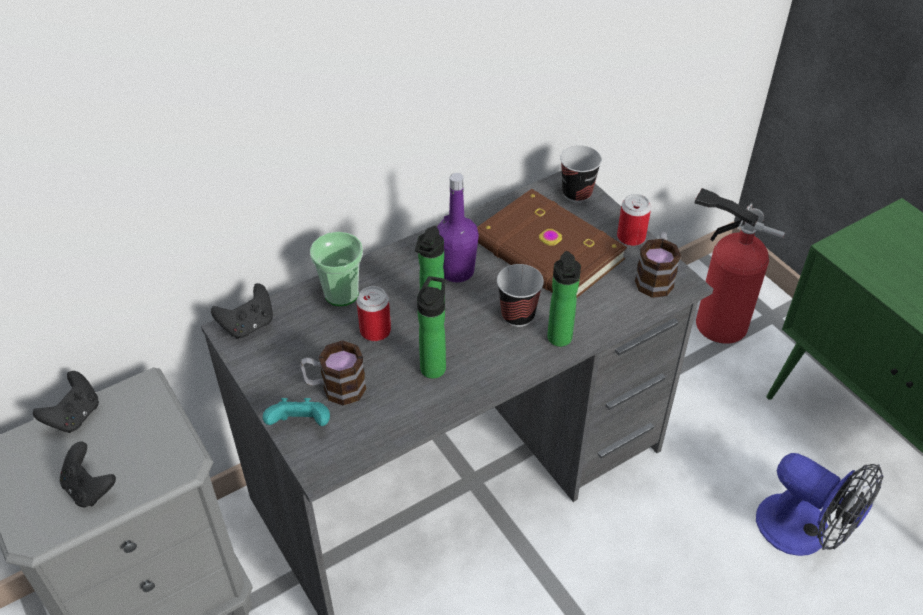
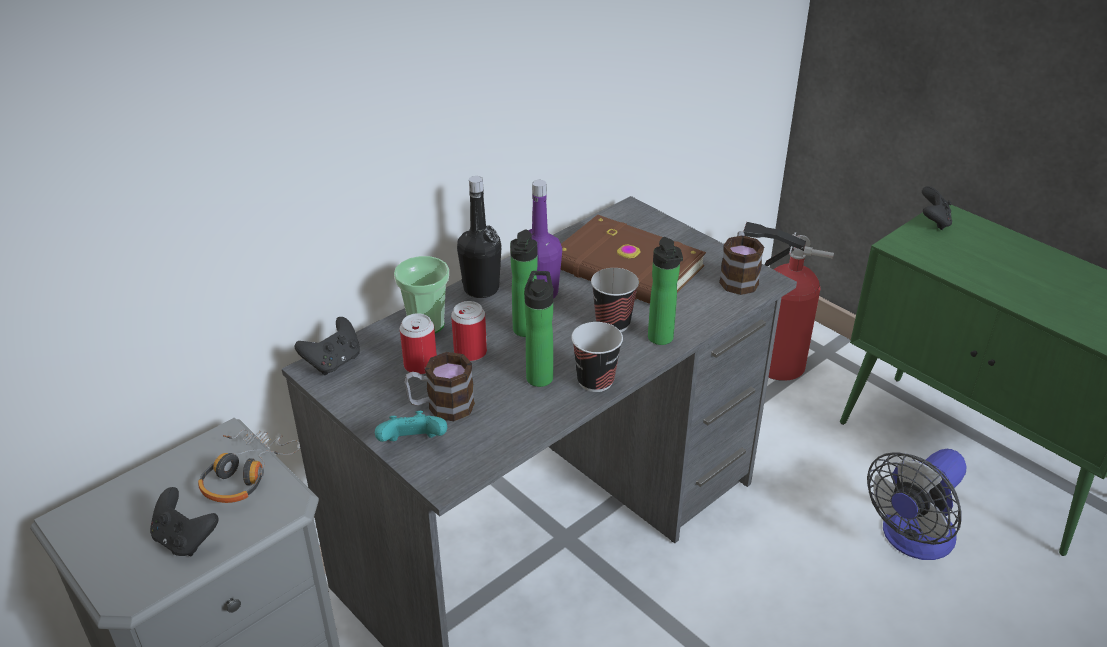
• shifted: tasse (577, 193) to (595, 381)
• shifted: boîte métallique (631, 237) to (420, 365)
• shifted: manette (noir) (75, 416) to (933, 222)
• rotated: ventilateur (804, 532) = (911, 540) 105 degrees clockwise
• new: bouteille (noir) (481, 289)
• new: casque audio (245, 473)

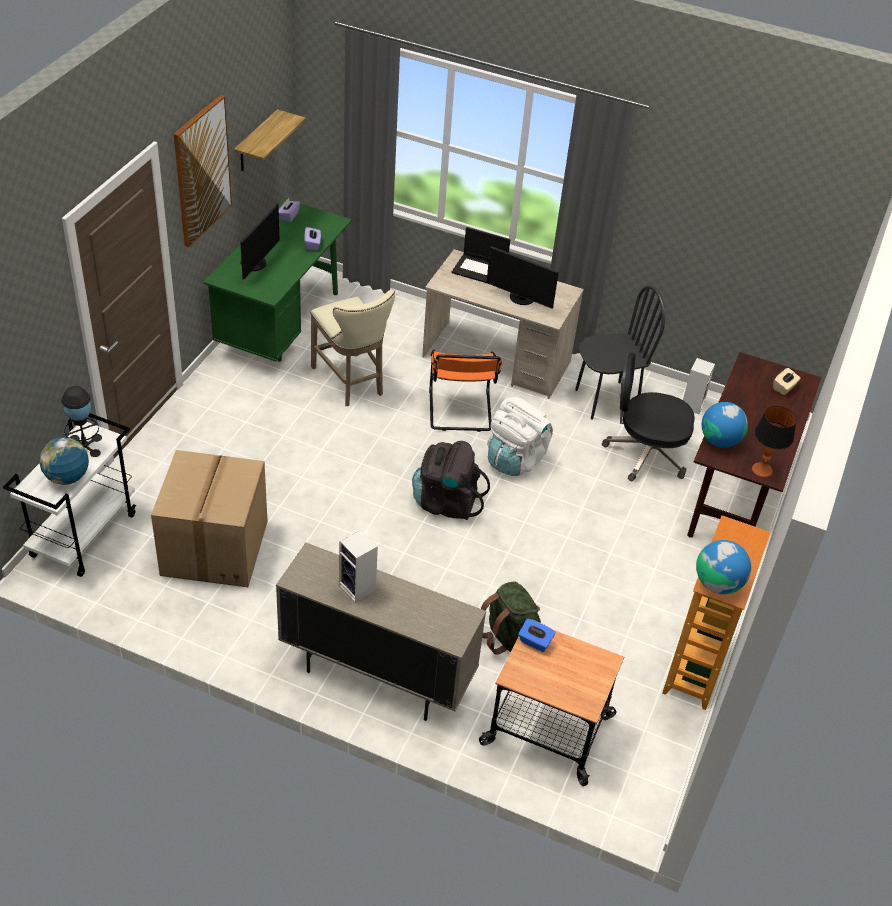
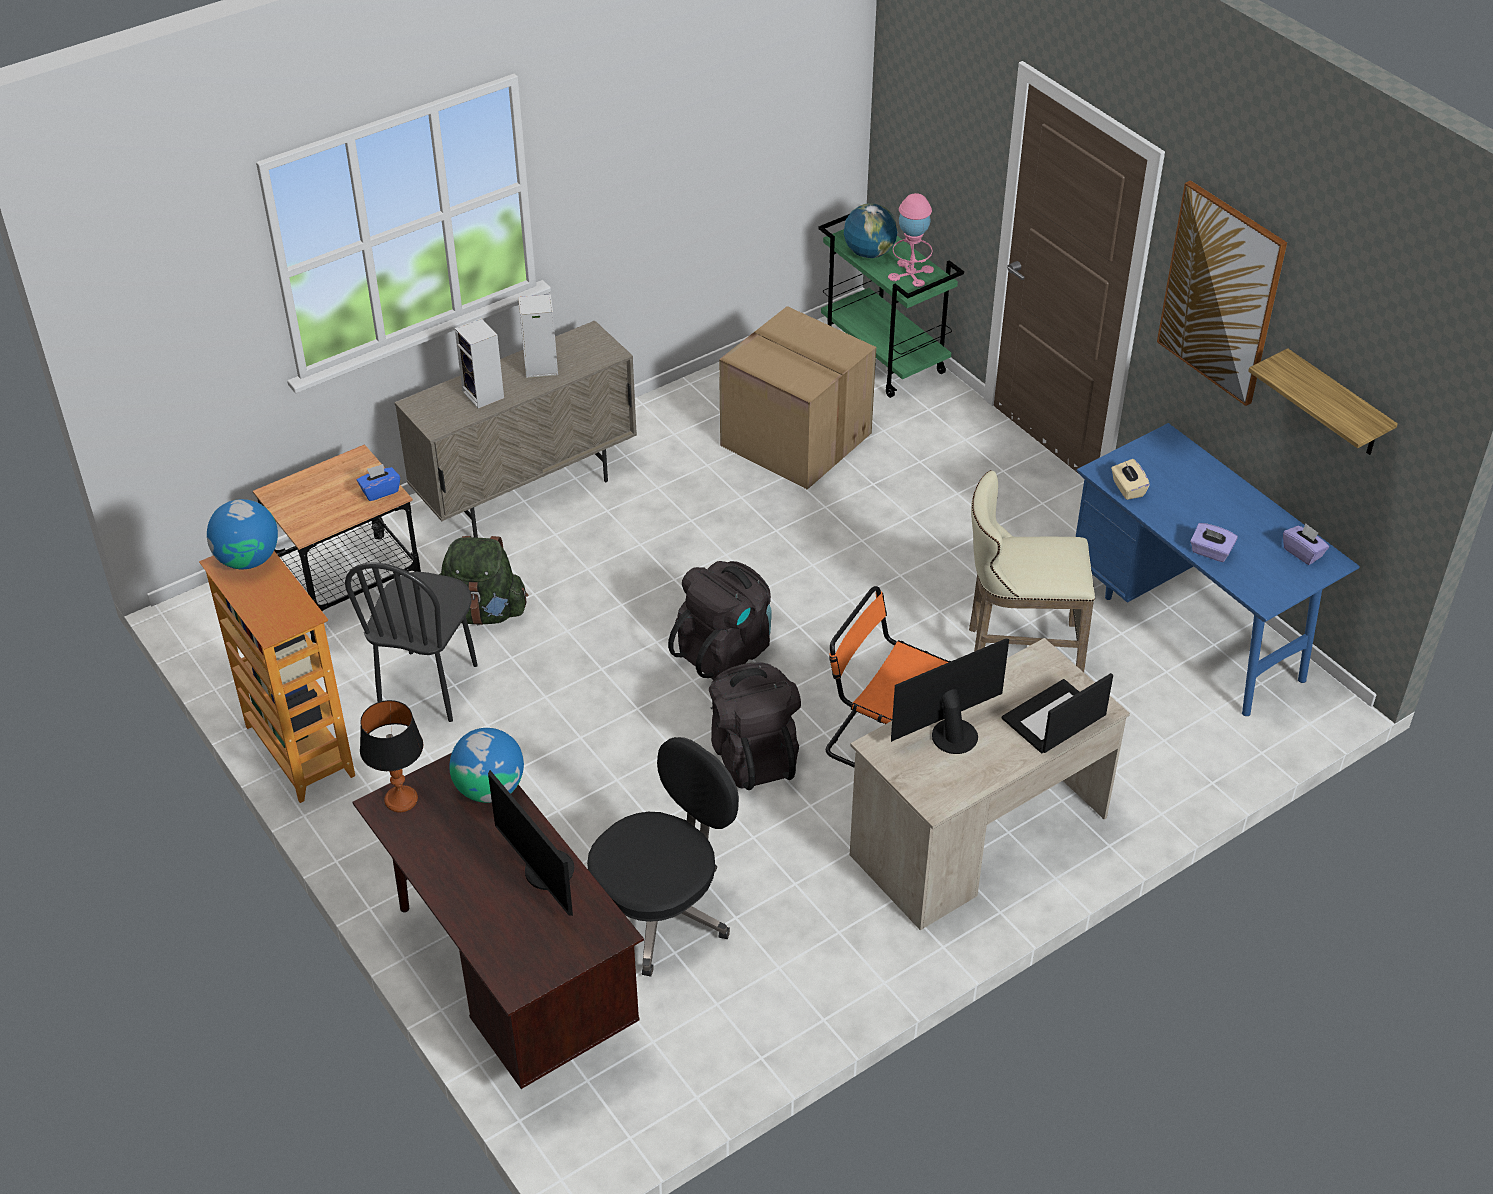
• repainted: bureau (vert) (282, 325) to bureau (bleu) (1191, 627)
• shifted: écran d'ordinateur (256, 264) to (544, 873)
• shifted: chaise (noir) (606, 400) to (429, 686)
• shifted: enceinte (692, 404) to (484, 395)
• shifted: boîte à mouchoirs (beige) (784, 388) to (1127, 489)
• repainted: lampe de table (noir) (84, 446) to lampe de table (rose) (910, 273)
• repainted: sac à dos (blanc) (515, 459) to sac à dos (noir) (753, 754)
• repainted: chariot (blanc) (84, 534) to chariot (vert) (885, 358)

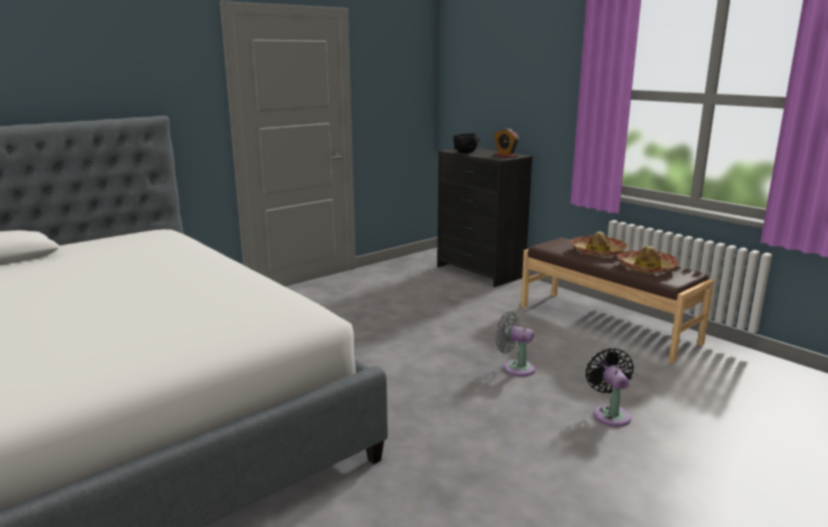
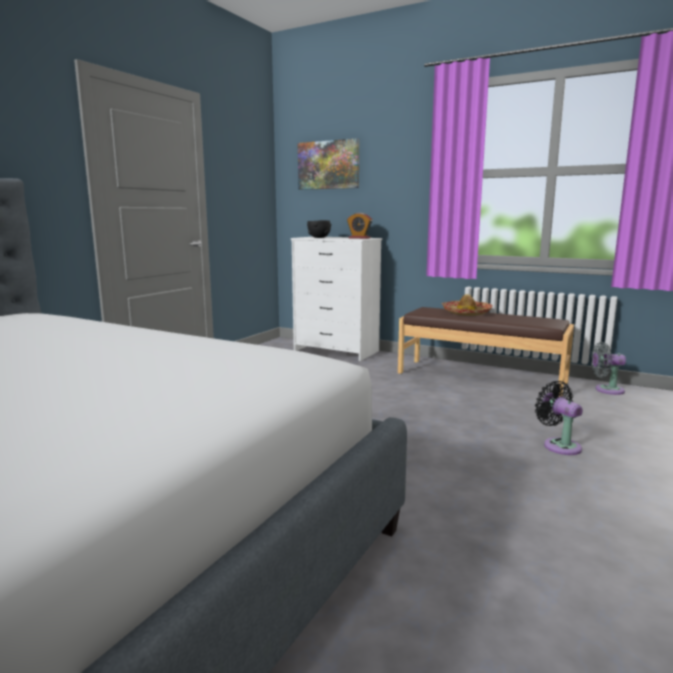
• repainted: commode (noir) (479, 272) to commode (blanc) (336, 351)
• gone: chapeau (646, 268)
• shifted: ventilateur (gris) (515, 368) to (606, 390)
• new: tableau (328, 165)

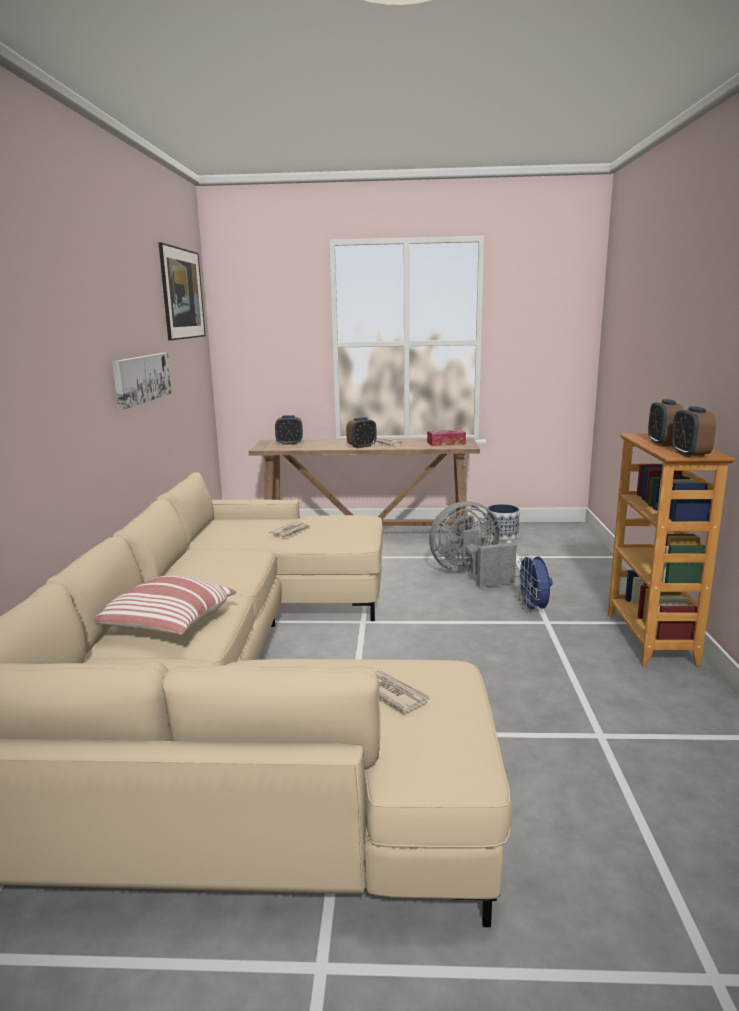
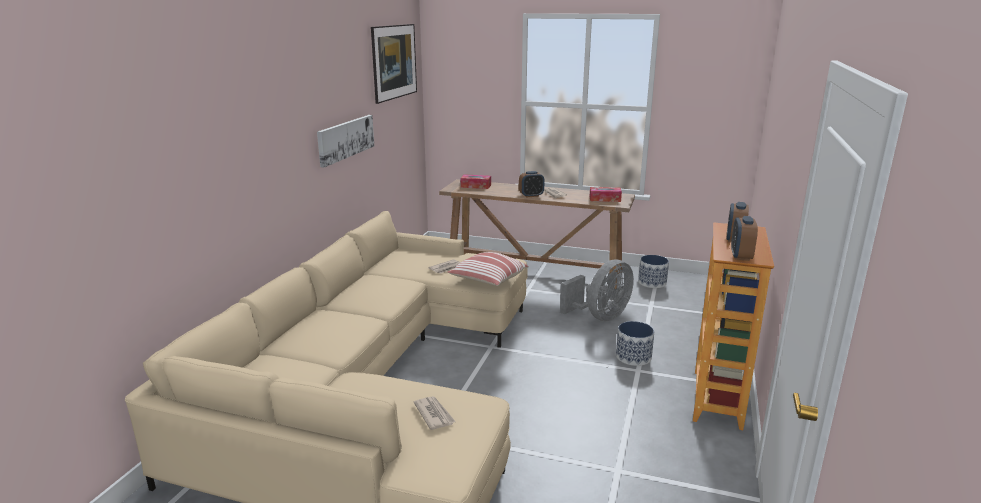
• swapped: réveil (289, 443) to boîte à mouchoirs (476, 186)
• rotated: ventilateur (gris) (470, 574) = (600, 317) 135 degrees clockwise
• swapped: ventilateur (bleu) (533, 609) to cache-pot (633, 357)
• shifted: coussin (167, 624) to (488, 280)

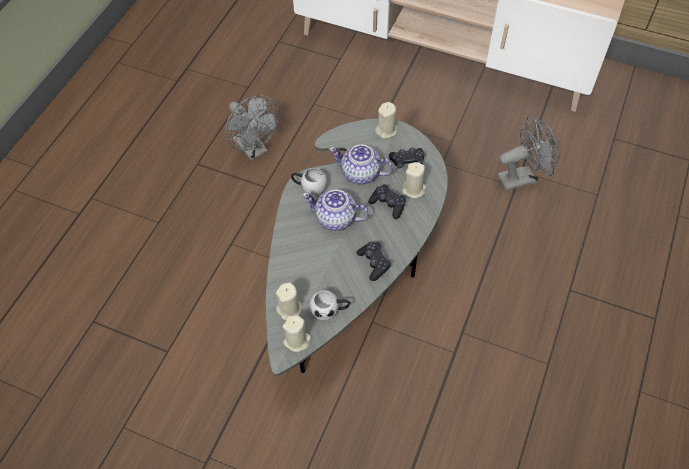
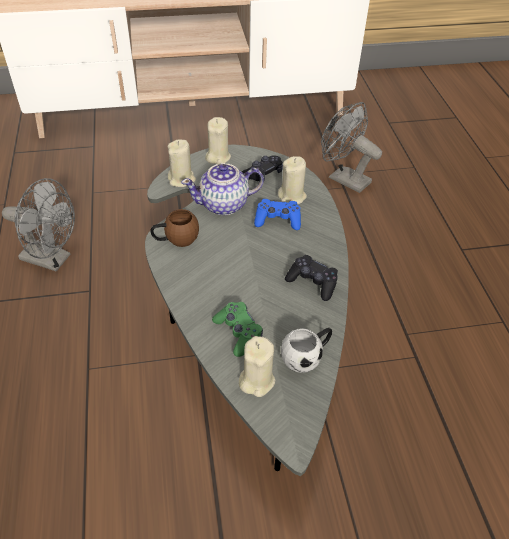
• rotated: ventilateur (gris) (522, 178) = (343, 178) 90 degrees counterclockwise
• repainted: mug (blanc) (309, 187) to mug (marron) (176, 240)
• repainted: manette (noir) (388, 204) to manette (bleu) (277, 220)
• gone: théière (336, 219)
• shifted: bougie (beige) (297, 340) to (182, 179)
• new: manette (vert) (238, 332)

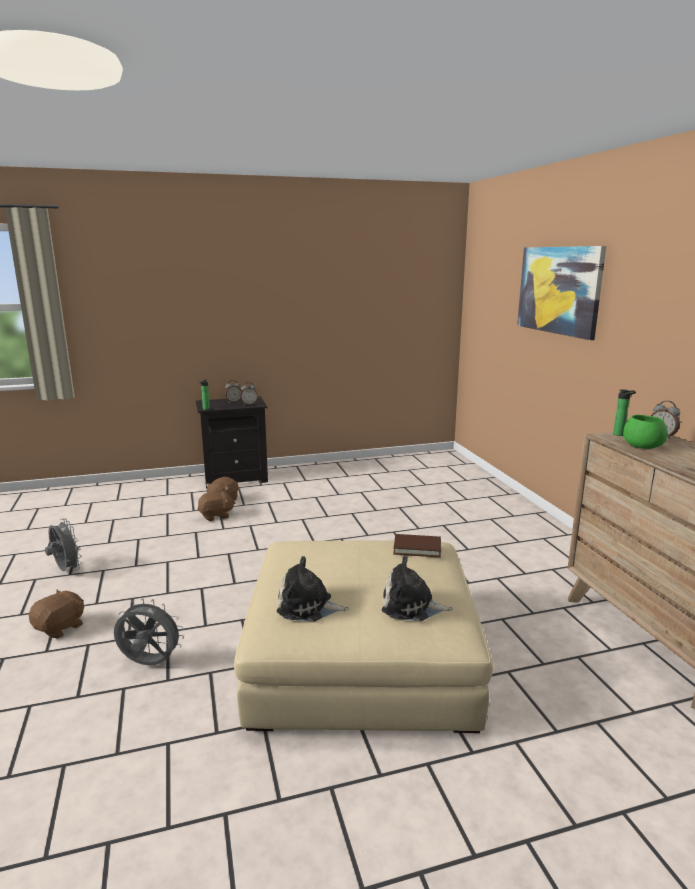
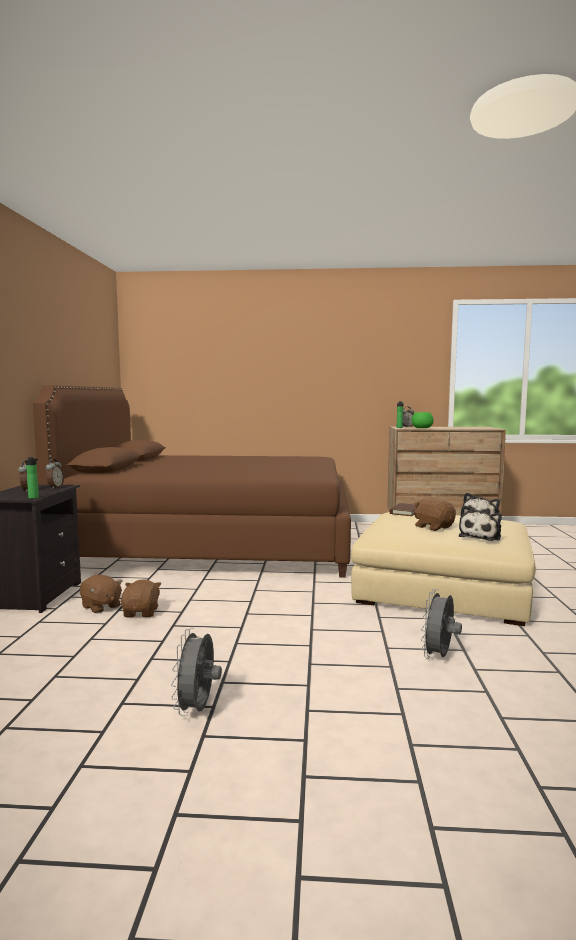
• gone: tableau (558, 290)
• rotated: ventilateur (gris) (66, 570) = (197, 710) 60 degrees counterclockwise
• shifted: peluche (marron) (60, 628) to (433, 527)
• new: lit (marron) (215, 545)

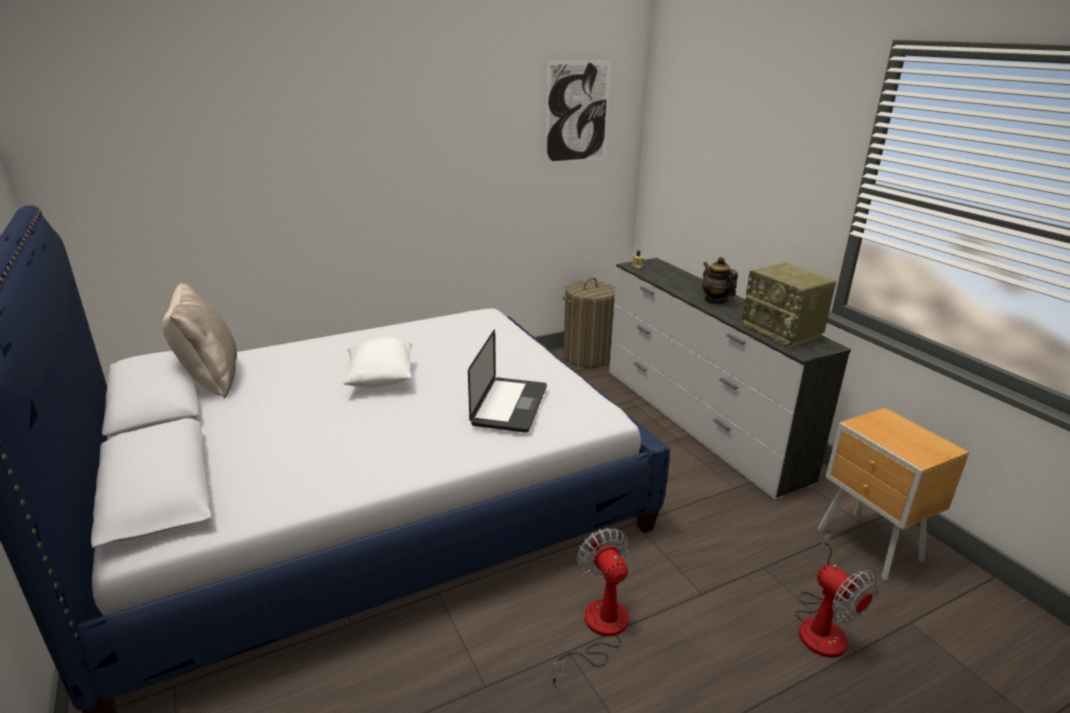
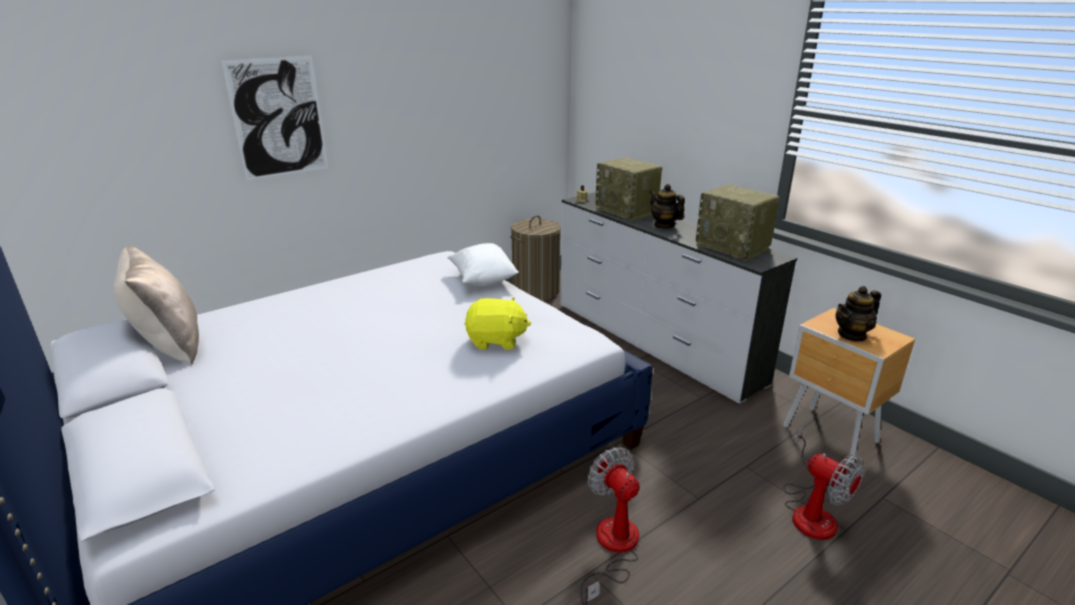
• shifted: tableau (577, 112) to (278, 118)
• swapped: ordinateur portable (509, 406) to peluche (jaune) (496, 340)
• shifted: coussin (blanc) (380, 379) to (483, 279)
• new: radio (627, 211)
• new: théière (852, 335)

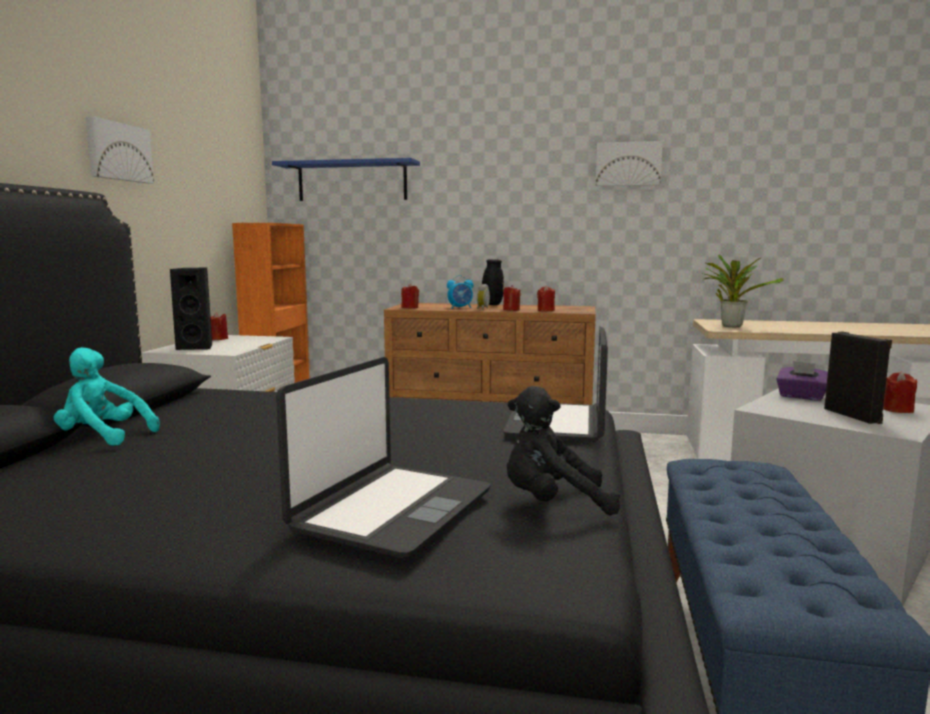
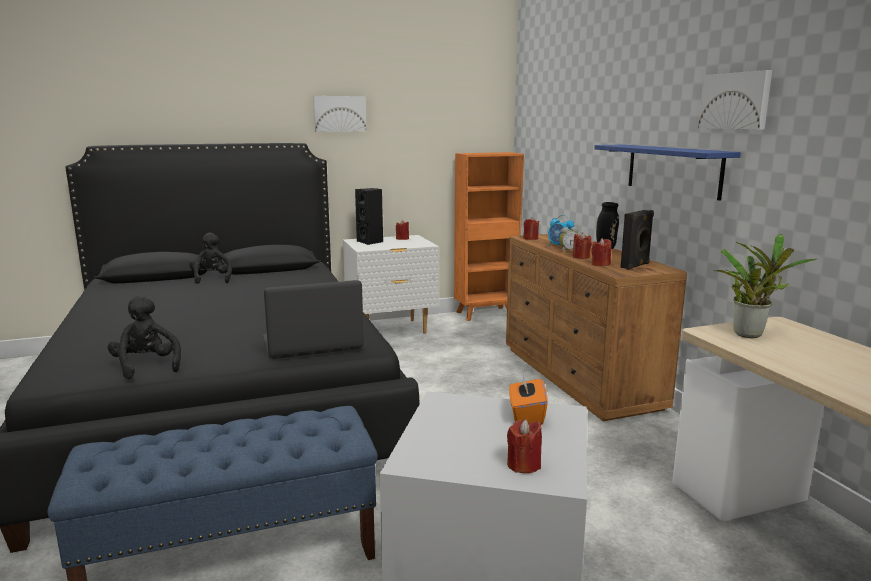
• shifted: étagère (bleu) (352, 181) to (673, 170)
• shifted: enceinte (noir) (853, 416) to (636, 266)
• repainted: peluche (turquoise) (103, 437) to peluche (noir) (212, 279)
• gone: ordinateur portable (391, 510)
• repainted: boîte à mouchoirs (violet) (801, 396) to boîte à mouchoirs (orange) (526, 415)

